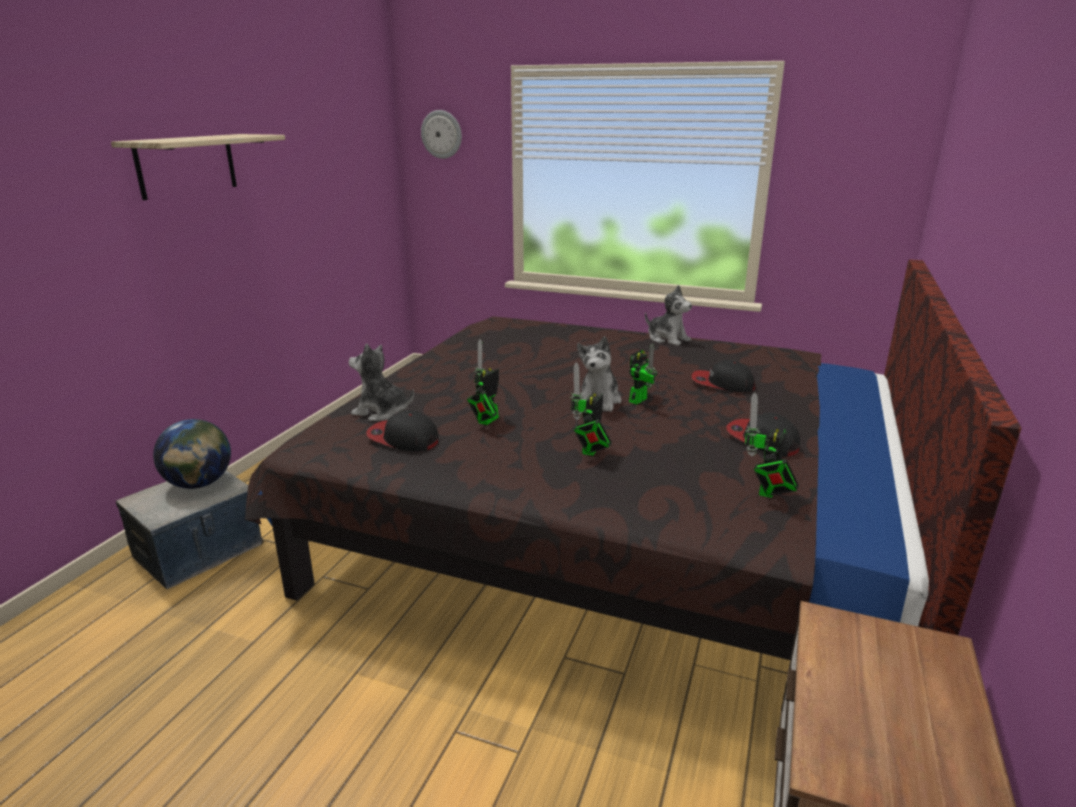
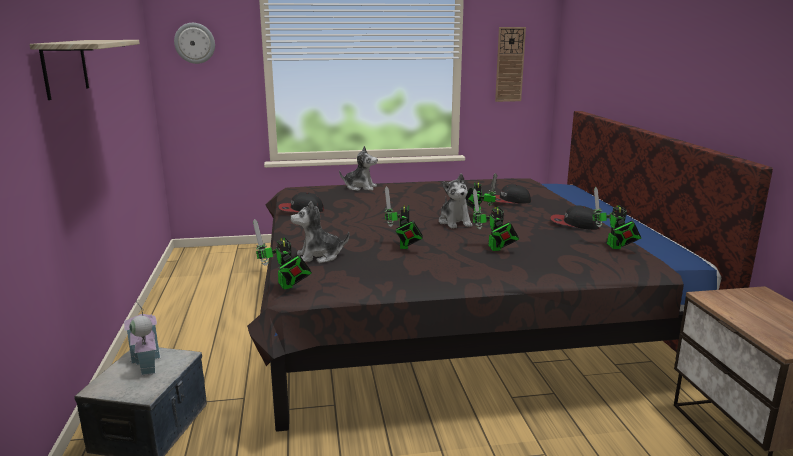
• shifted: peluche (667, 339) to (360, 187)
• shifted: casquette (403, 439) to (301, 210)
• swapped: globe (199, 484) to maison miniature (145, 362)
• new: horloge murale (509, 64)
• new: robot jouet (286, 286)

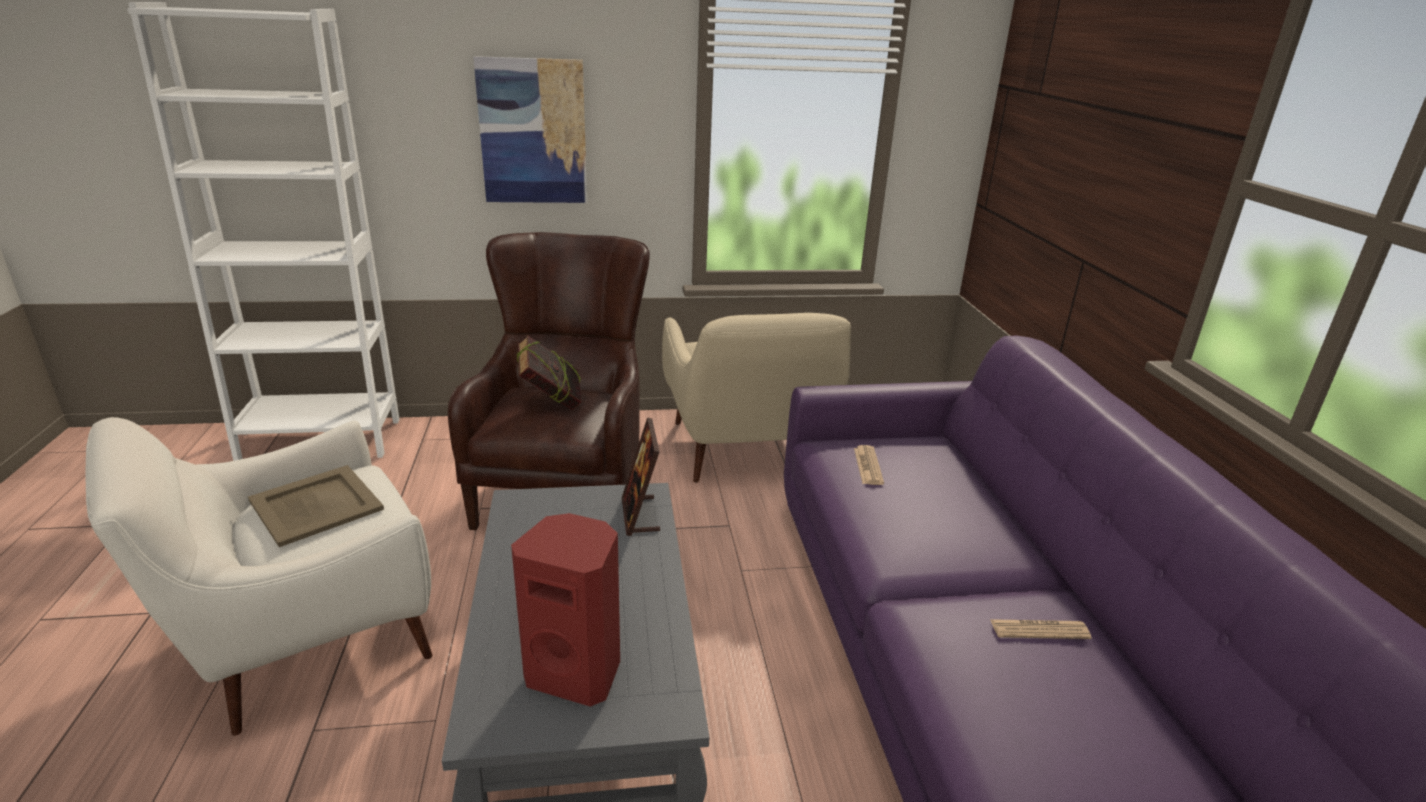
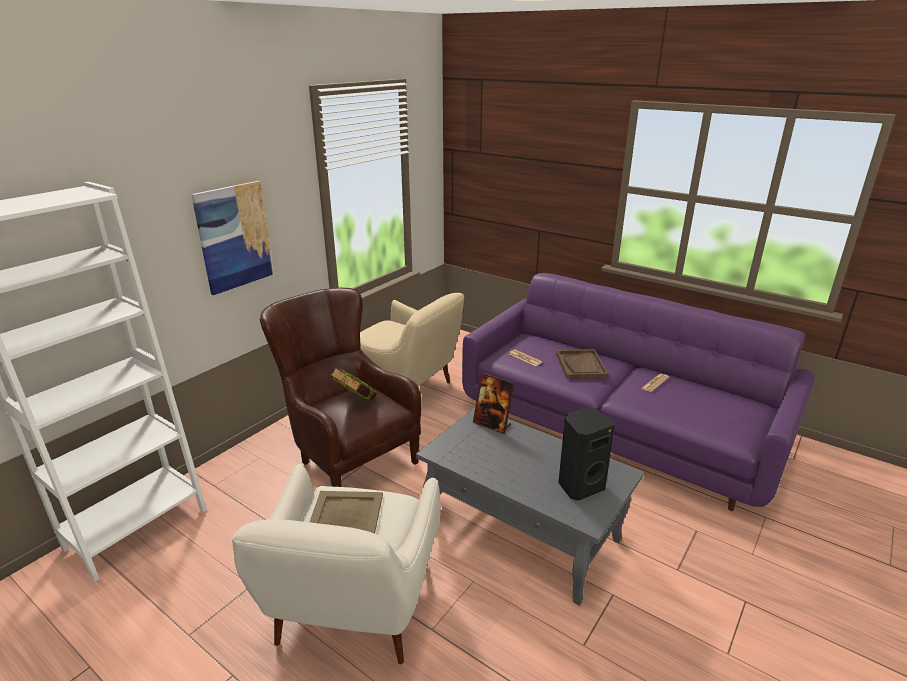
• repainted: enceinte (rouge) (576, 672) to enceinte (noir) (580, 485)
• new: plateau (marron) (581, 366)

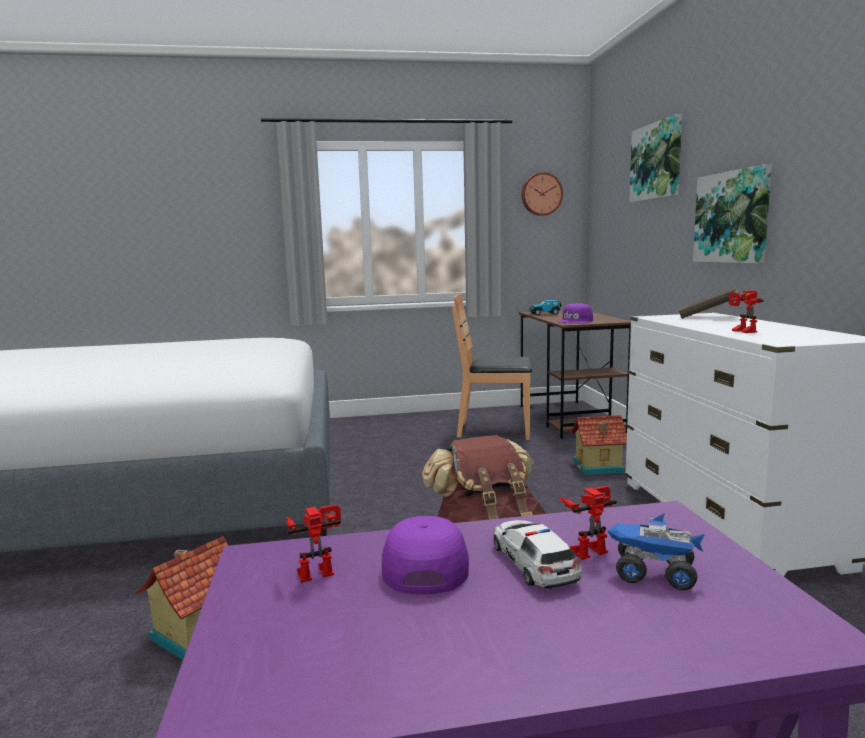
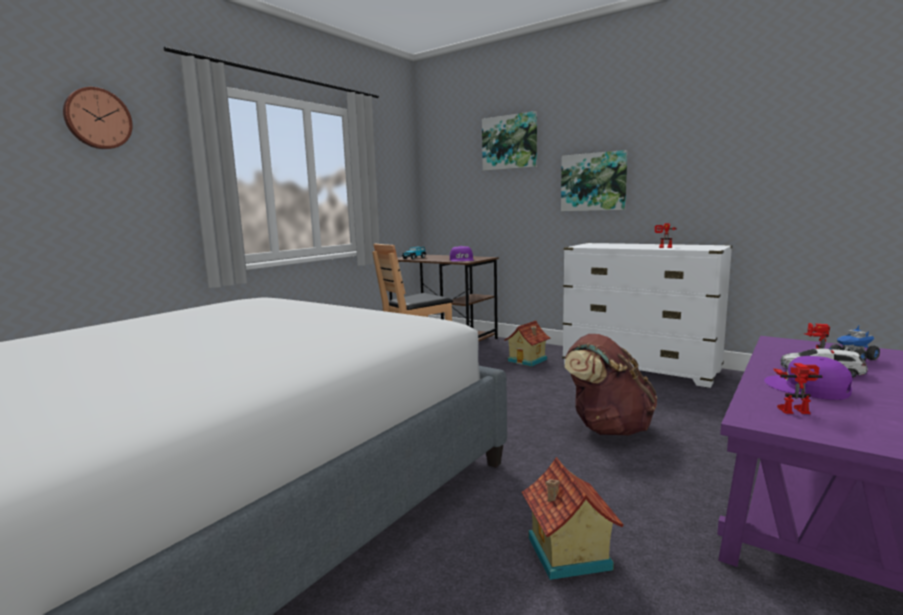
• shifted: horloge murale (541, 194) to (97, 119)
• gone: livre (marron) (708, 317)
• rotated: robot jouet (316, 570) = (793, 409) 75 degrees clockwise

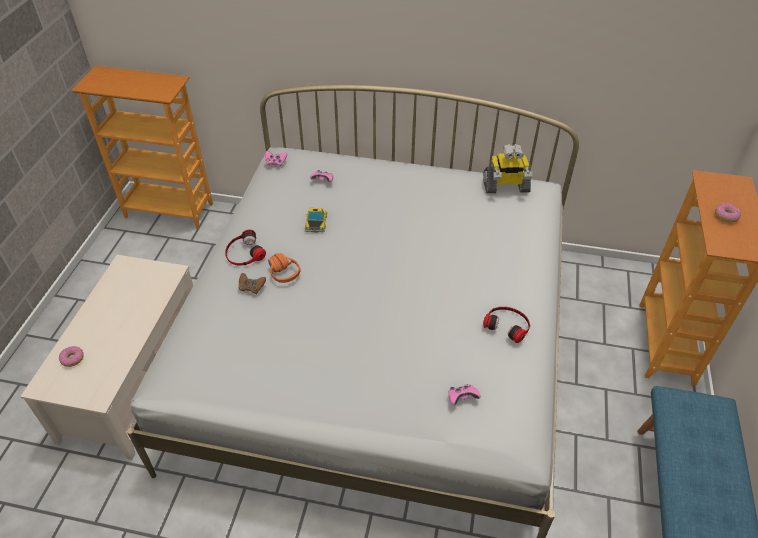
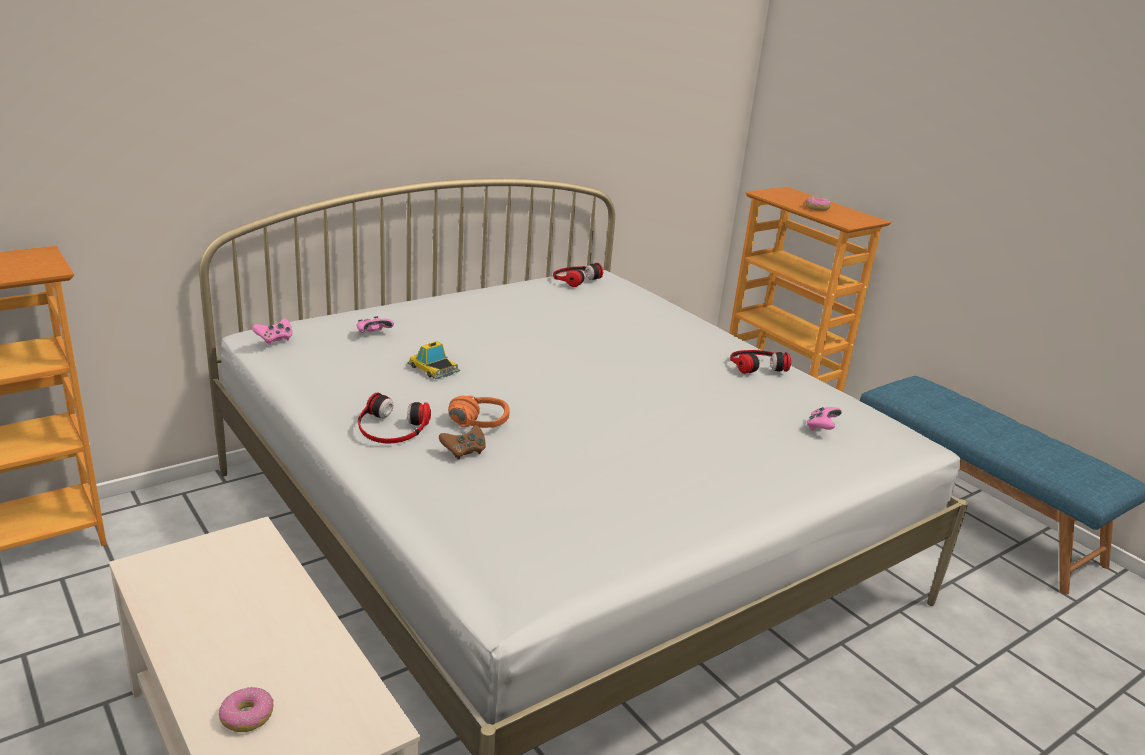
• swapped: robot jouet (505, 186) to casque audio (574, 278)

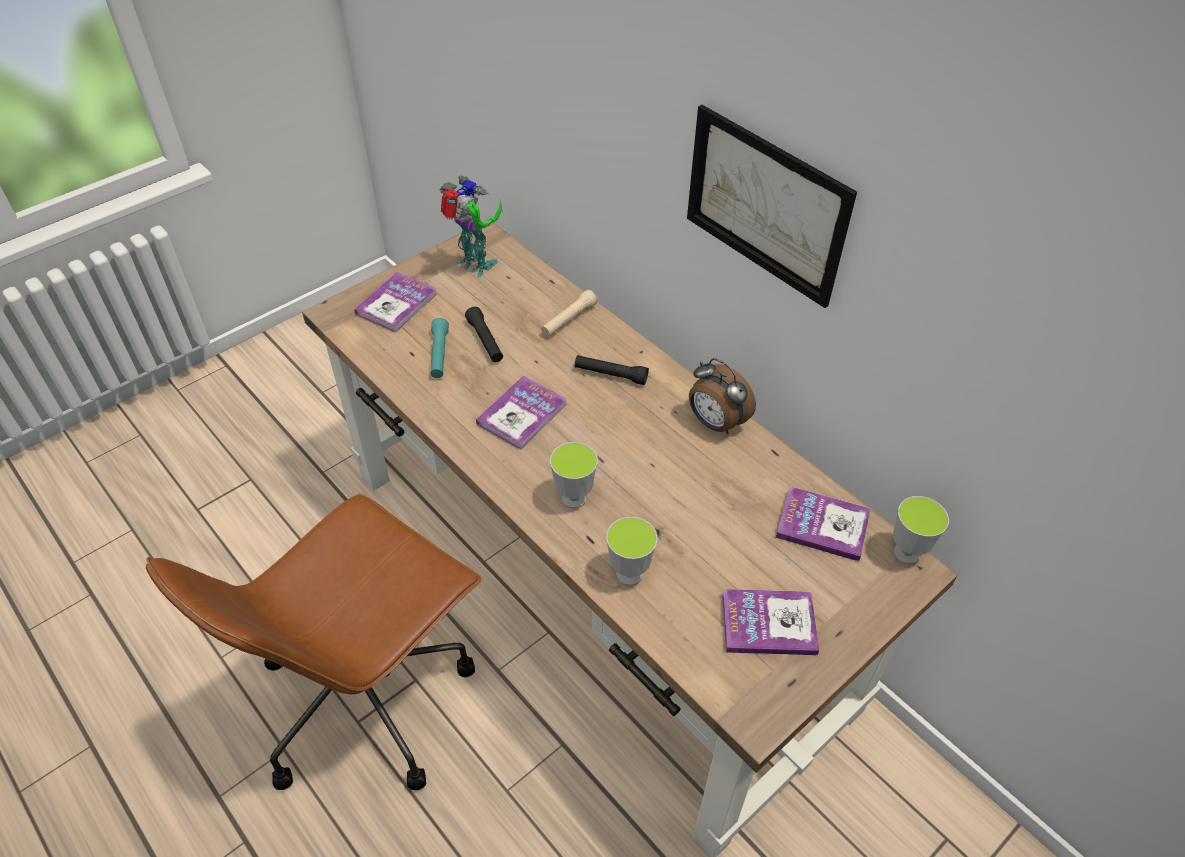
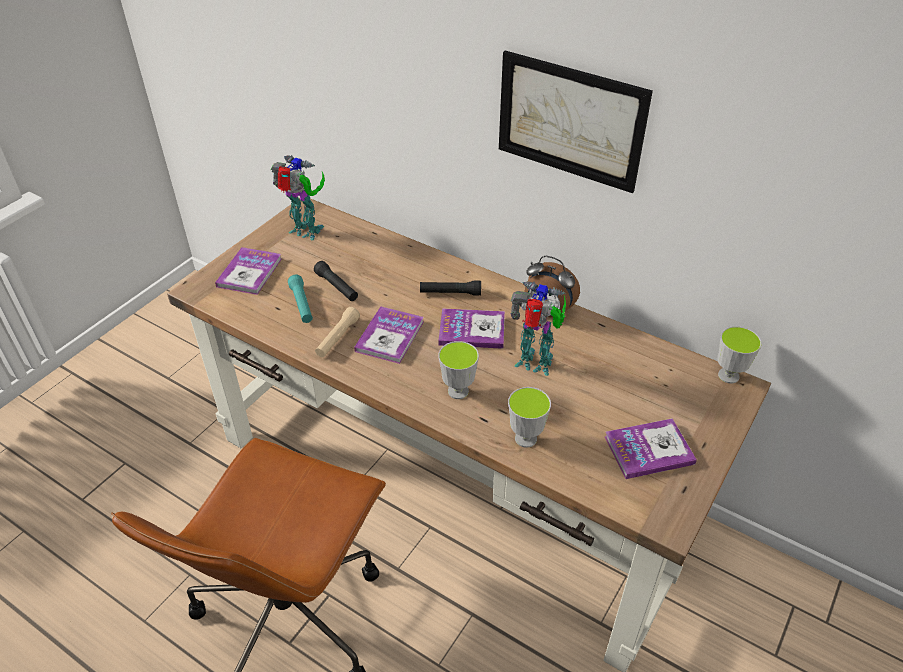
• shifted: lampe de poche (beige) (568, 320) to (337, 338)
• shifted: livre (822, 525) to (472, 330)
• new: robot jouet (535, 365)

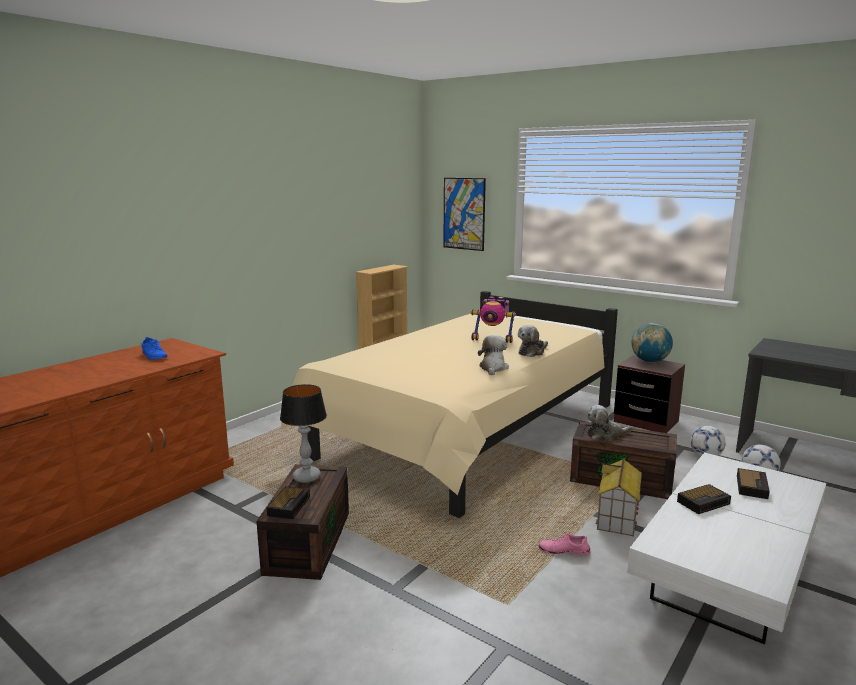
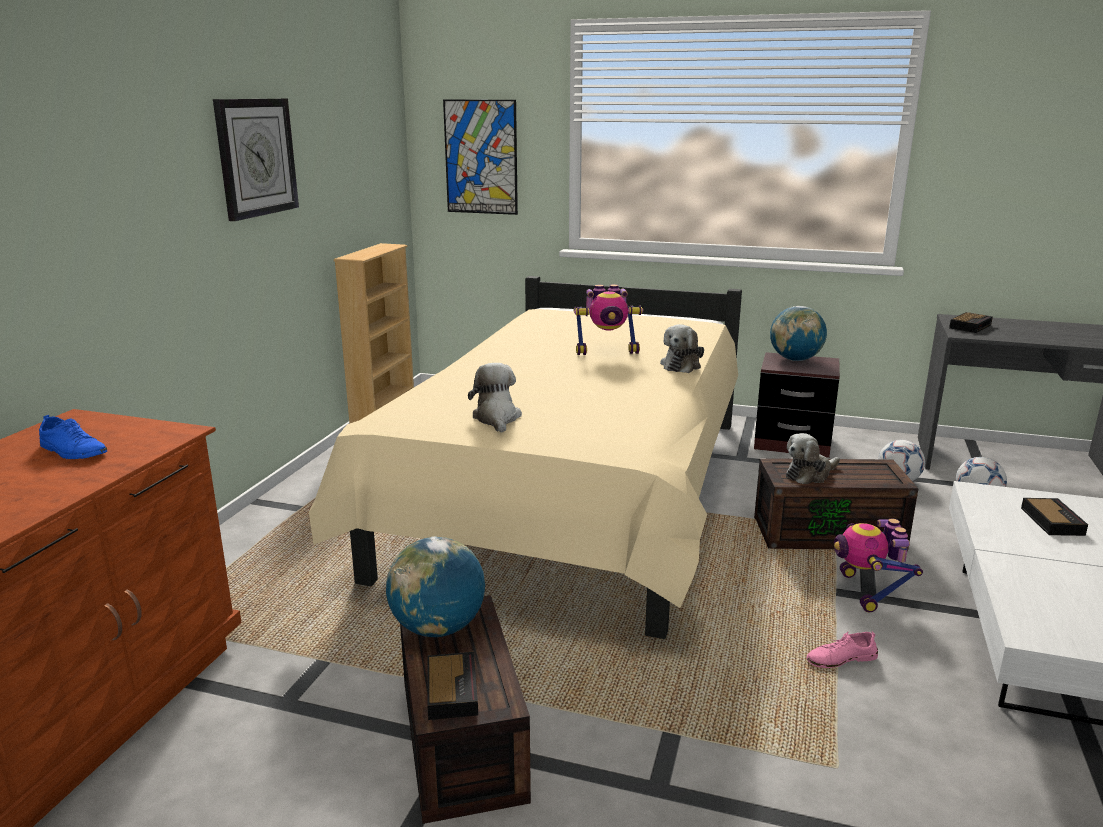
• shifted: peluche (493, 368) to (497, 418)
• swapped: lampe de table (306, 477) to globe (438, 628)
• swapped: maison miniature (617, 518) to robot jouet (867, 592)
• shifted: réveil (704, 502) to (970, 326)
• new: horloge murale (256, 157)

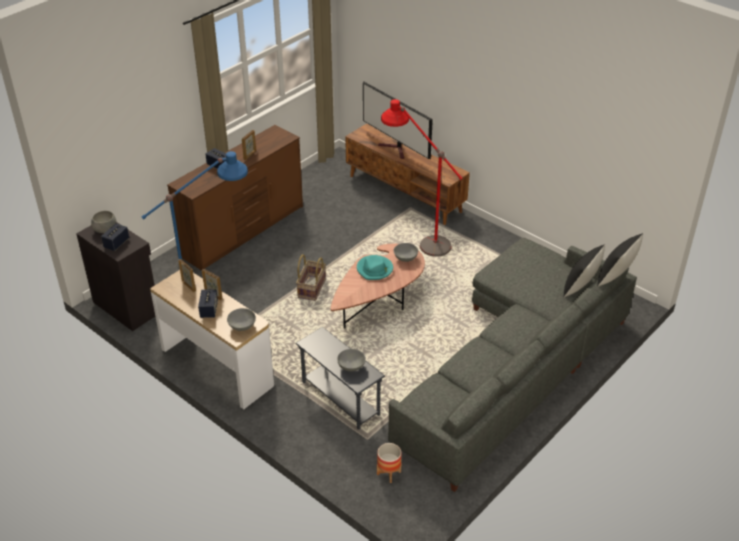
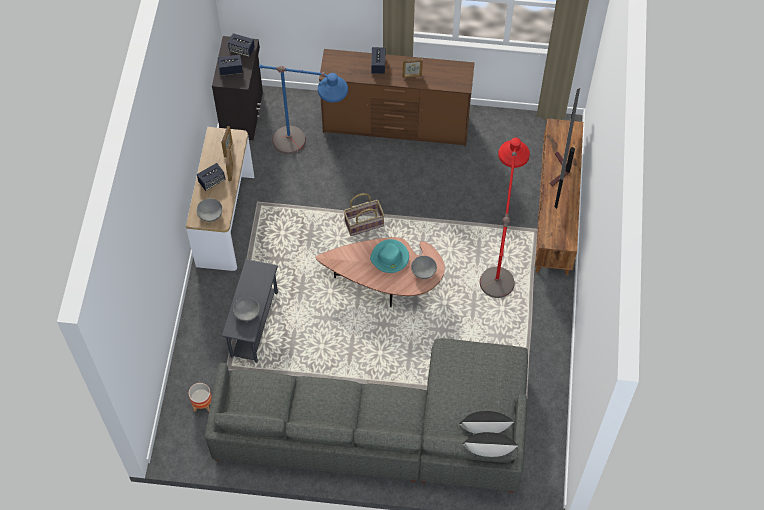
• swapped: bol (gris) (105, 229) to enceinte (242, 50)

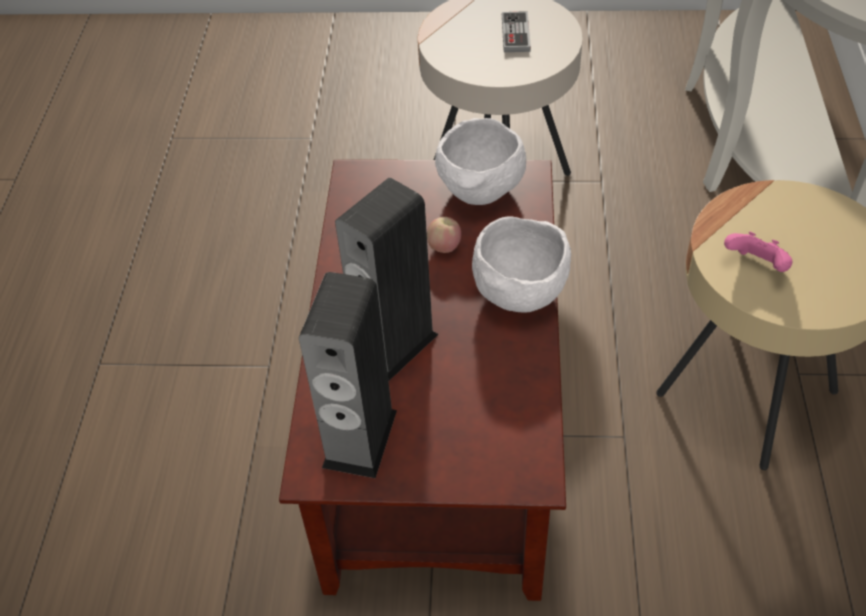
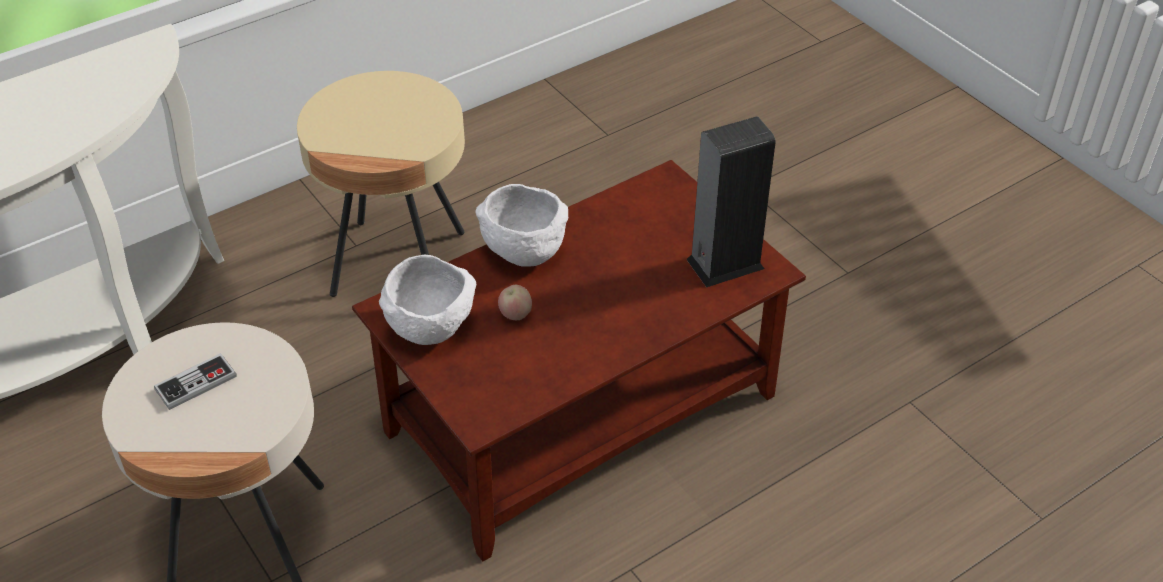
• gone: enceinte (394, 344)
• gone: manette (rose) (756, 266)

